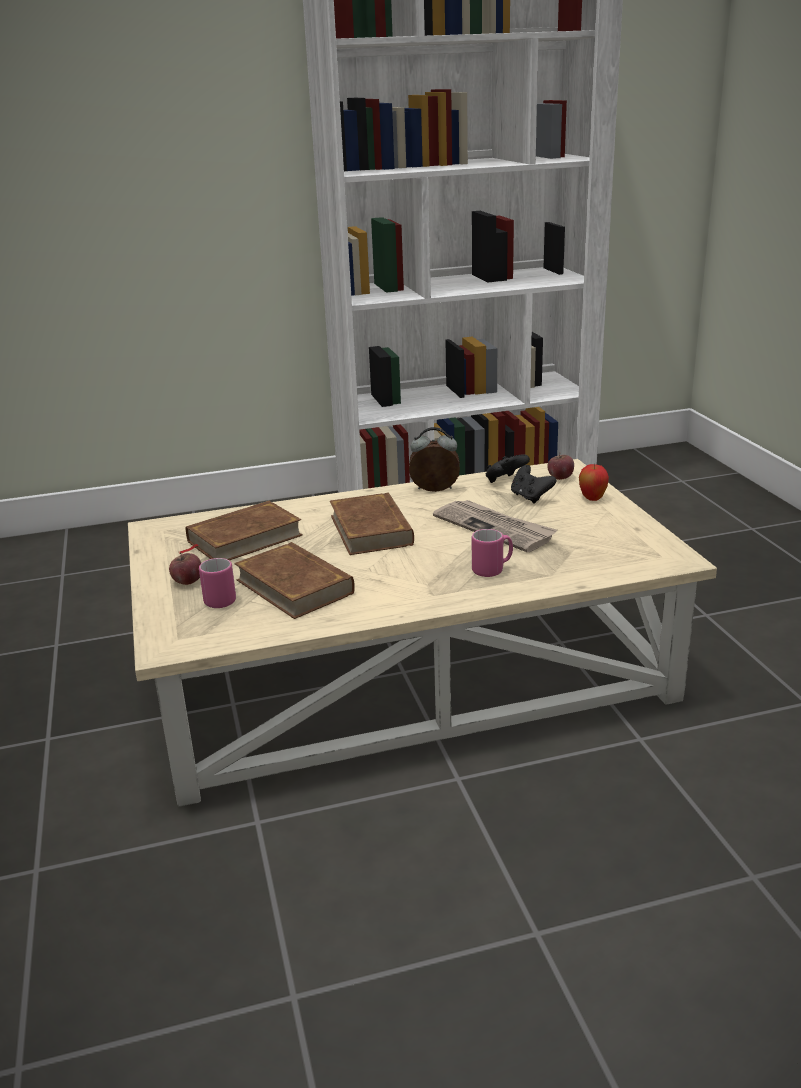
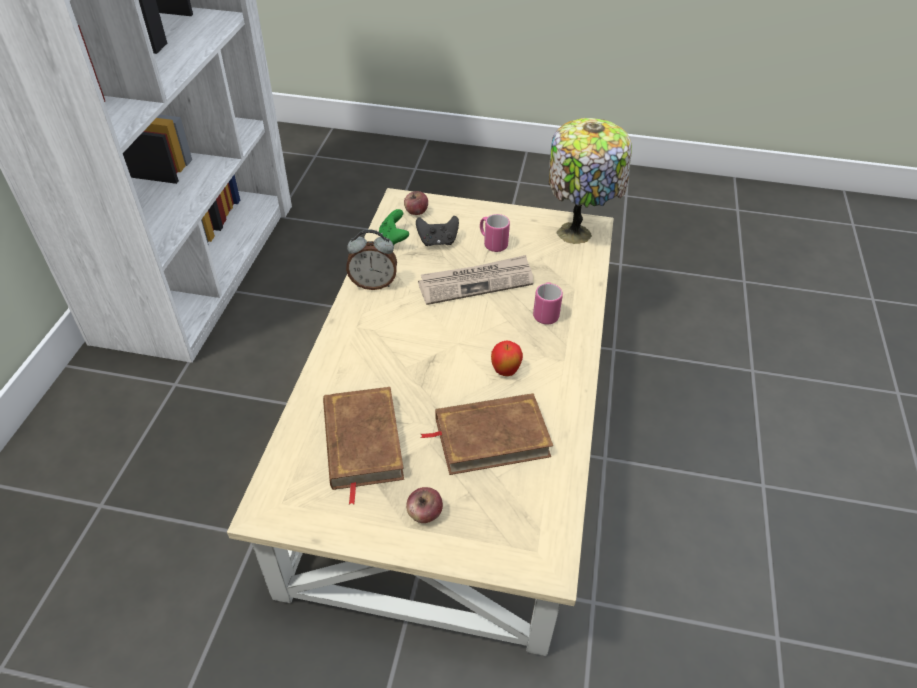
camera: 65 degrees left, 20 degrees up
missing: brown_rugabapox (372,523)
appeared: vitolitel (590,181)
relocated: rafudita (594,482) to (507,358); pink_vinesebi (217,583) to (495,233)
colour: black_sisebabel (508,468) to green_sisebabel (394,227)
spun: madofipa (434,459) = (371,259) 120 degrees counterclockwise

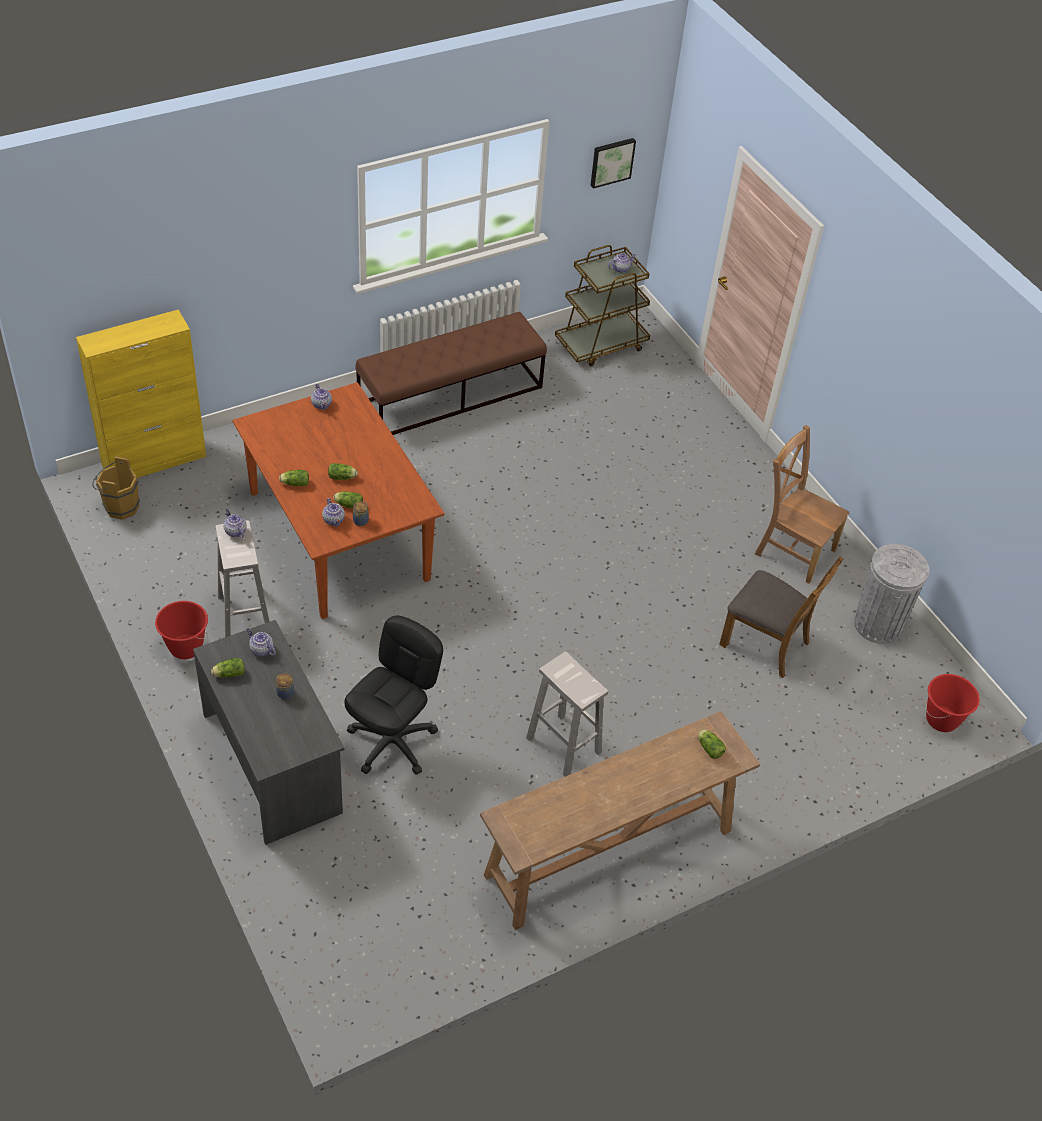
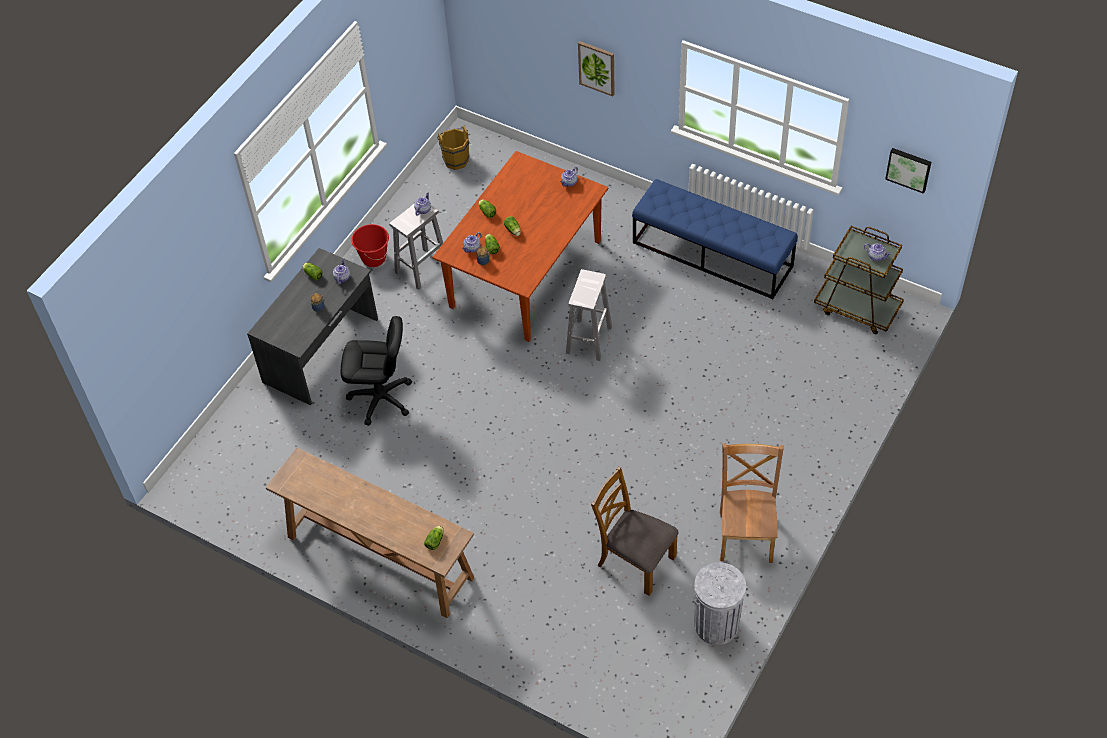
camera: 65 degrees right, 5 degrees up
missing: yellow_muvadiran (141,394); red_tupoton (953,703)
appeared: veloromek (596,69)
relocated: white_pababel (567,714) to (589,315)
colour: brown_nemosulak (451,373) to blue_nemosulak (715,239)
spun: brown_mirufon (781,617) = (635,531) 120 degrees clockwise

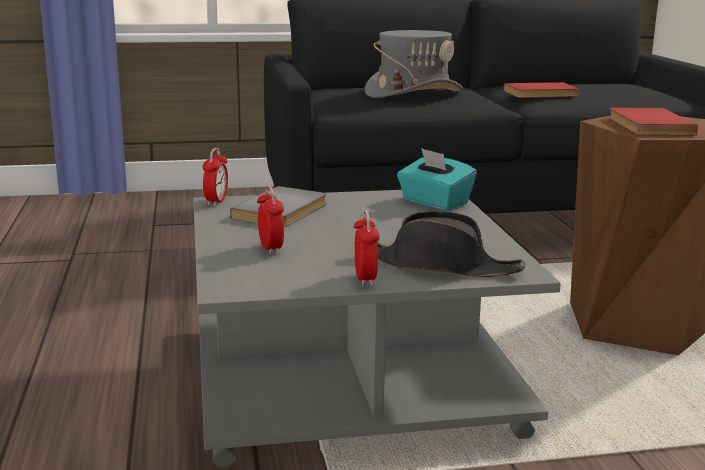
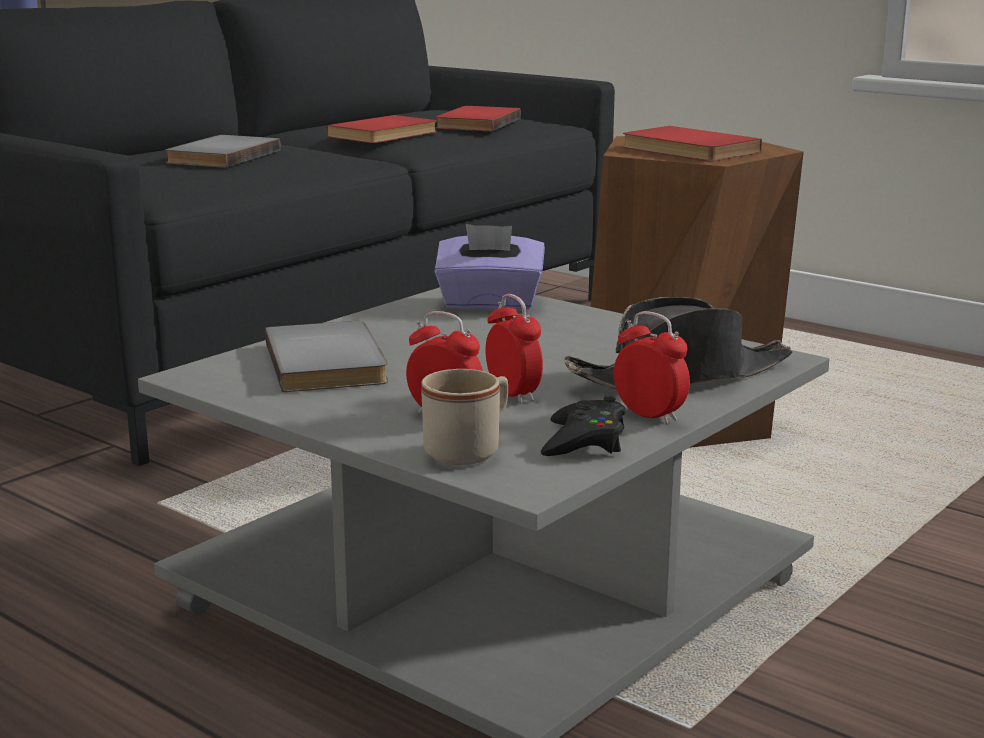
camera: 40 degrees left, 0 degrees up
appeared: red_rugabapox (478,118); beige_vinesebi (464,417); black_sisebabel (583,426)
relocated: madofipa (215,177) to (514,349)
exchanged: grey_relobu (414,64) to grey_rugabapox (223,151)
colour: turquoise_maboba (437,179) to purple_maboba (489,267)

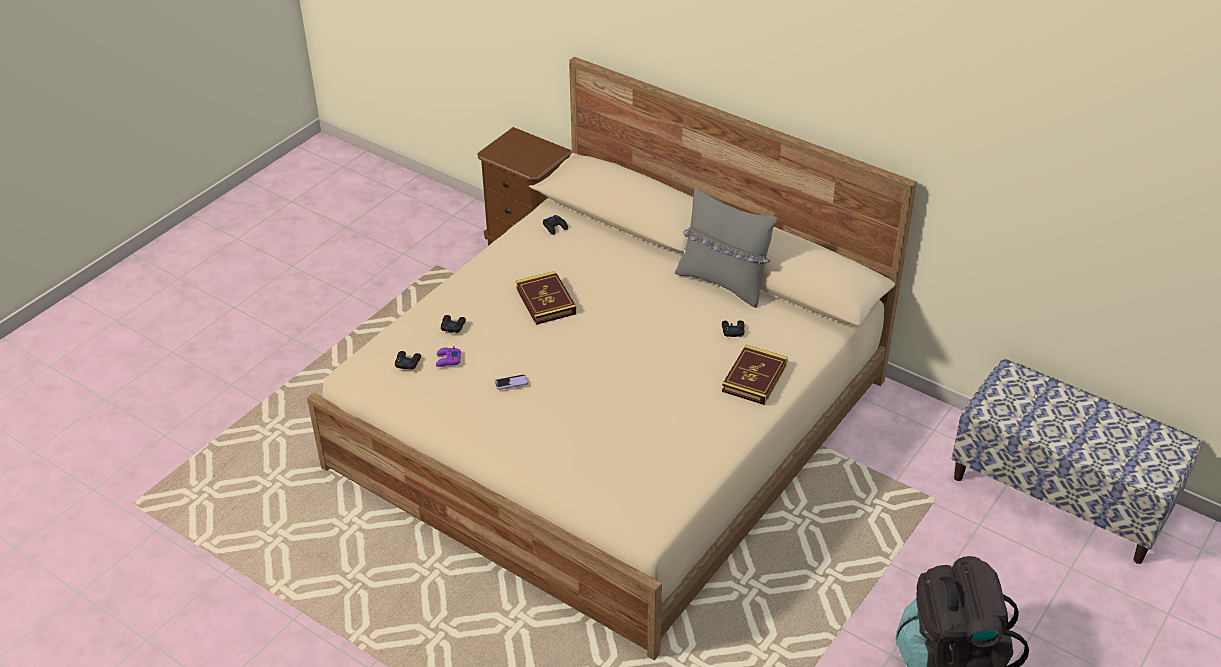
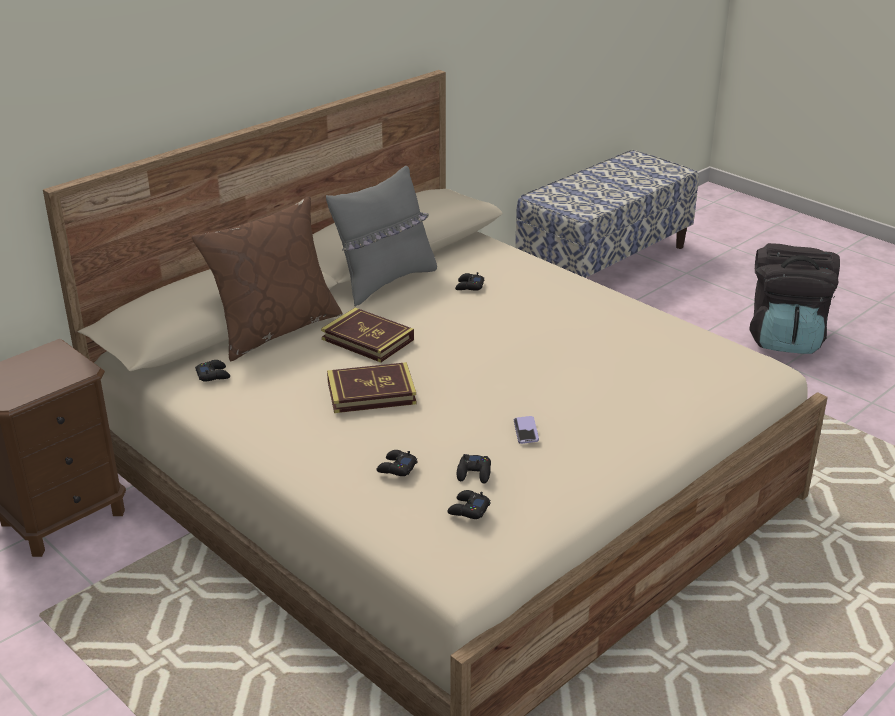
camera: 80 degrees left, 10 degrees down
appeared: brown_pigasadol (267,278)
relocated: rugabapox (755,375) to (367,335)
colour: purple_sisebabel (448,356) to black_sisebabel (473,468)

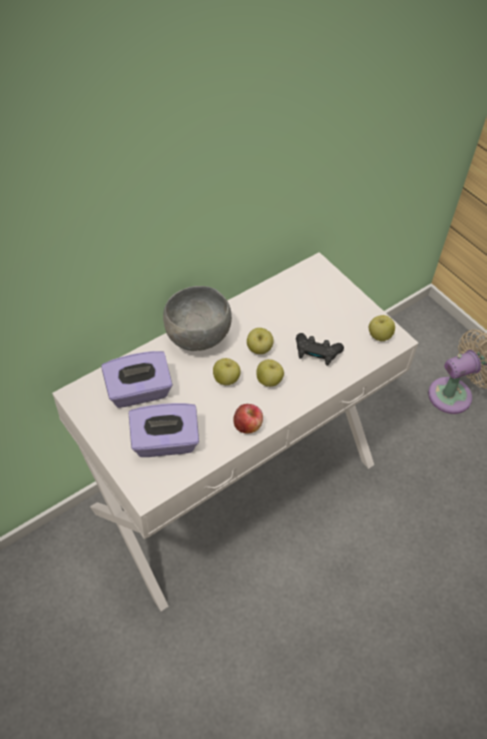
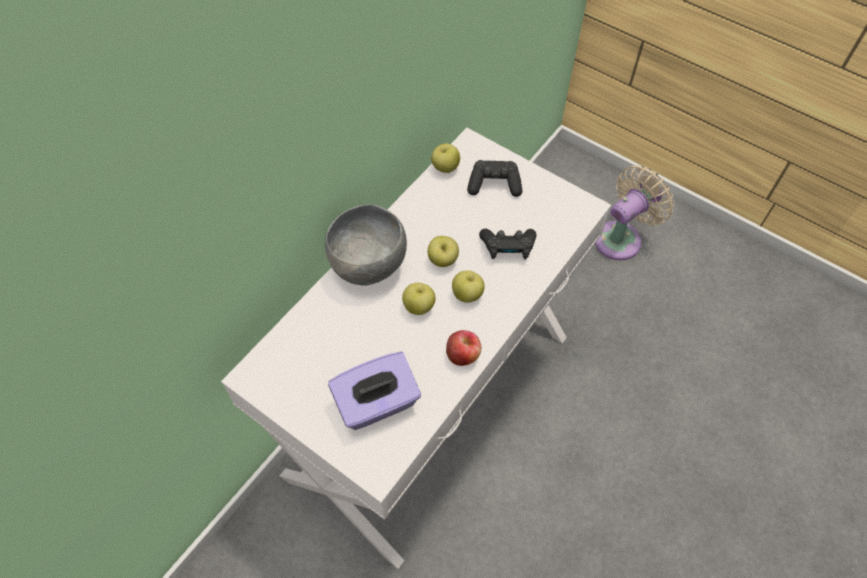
camera: 15 degrees left, 5 degrees up
missing: purple_maboba (136,379)
appeared: black_sisebabel (494,178)
relocated: rafudita (382,328) to (445,158)

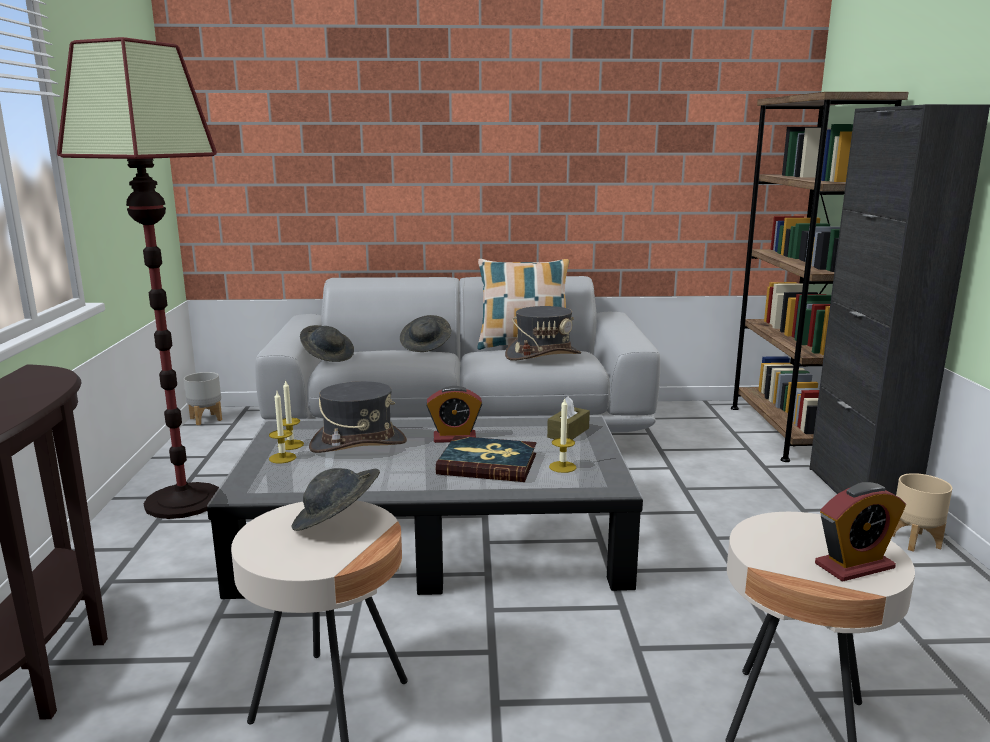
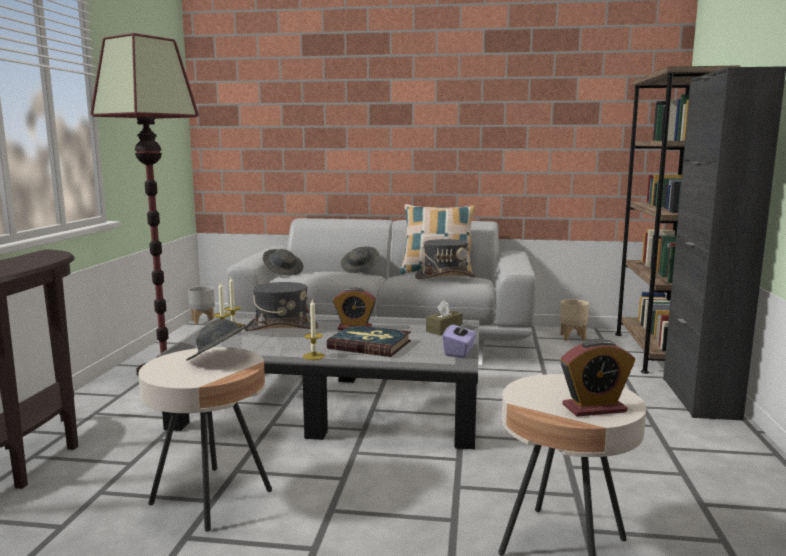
camera: 10 degrees right, 5 degrees down
appeared: purple_maboba (459,338)
relocated: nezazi (562,435) to (314,329); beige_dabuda (922,512) to (574,320)

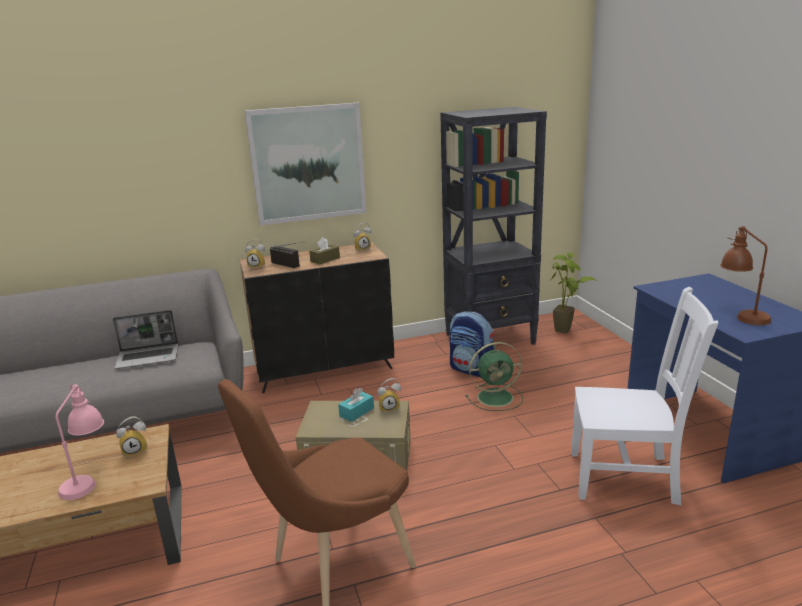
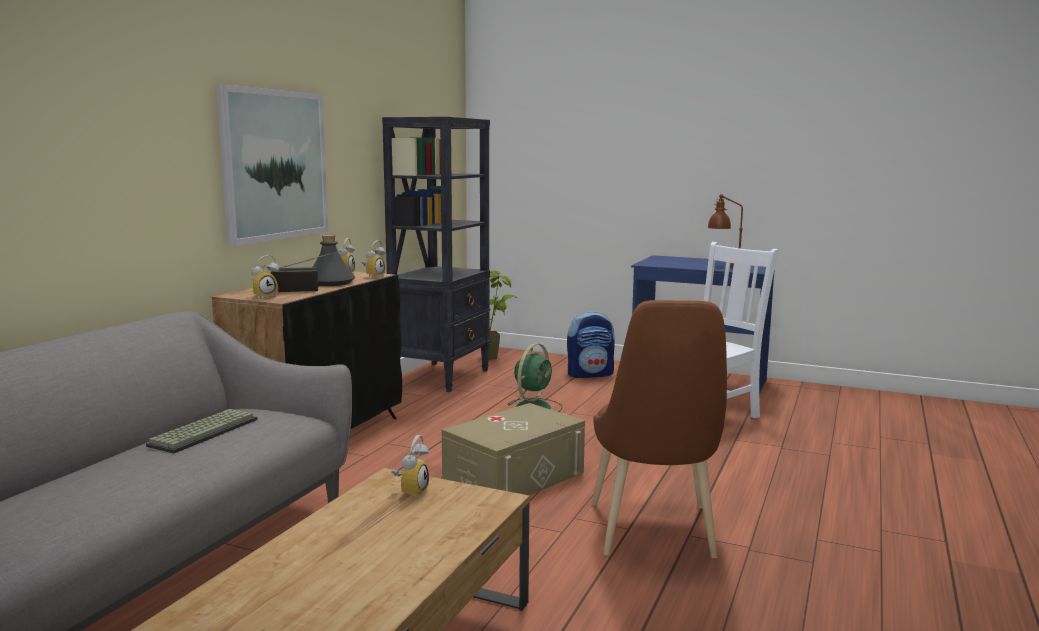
camera: 50 degrees left, 10 degrees down
missing: pink_vitolitel (80,442); turquoise_maboba (356,405)
relocated: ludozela (471,344) to (591,344); madofipa (389,395) to (374,259)
exchanged: brown_maboba (324,251) to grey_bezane (334,260); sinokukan (146,339) to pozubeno (202,431)

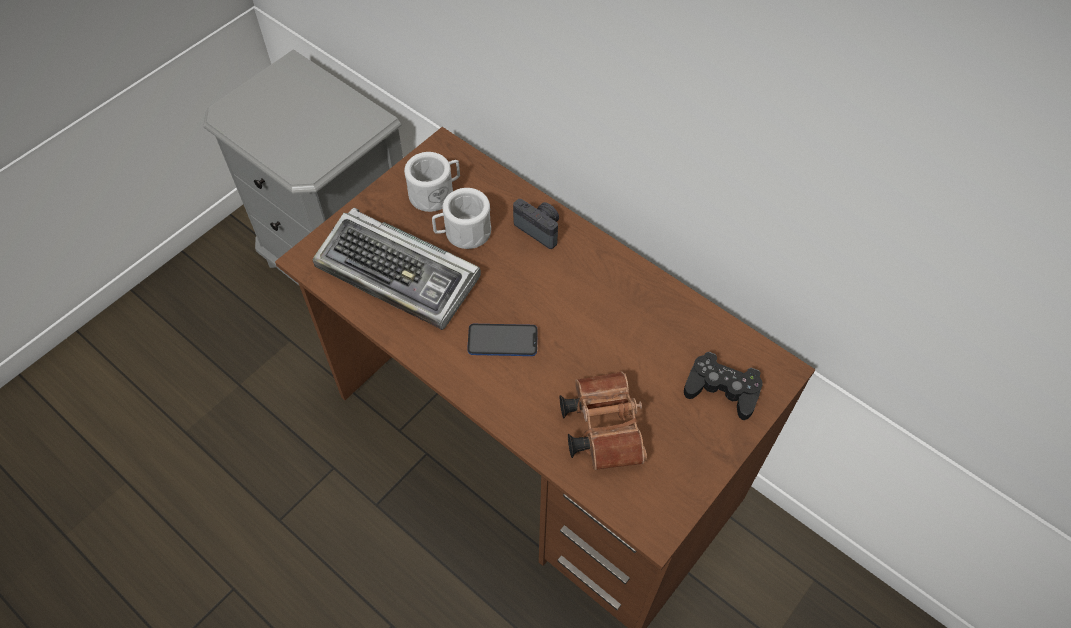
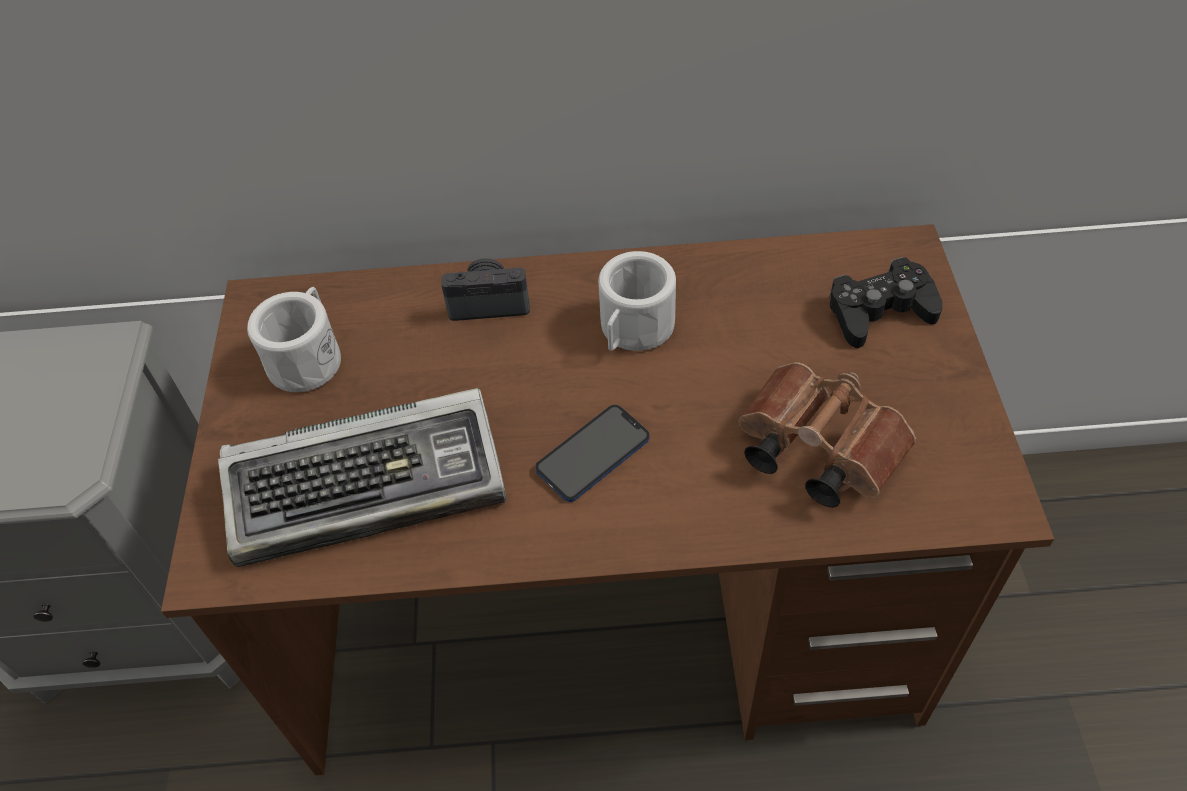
camera: 40 degrees left, 5 degrees down
relocated: white_vinesebi (461,218) to (637,301)

